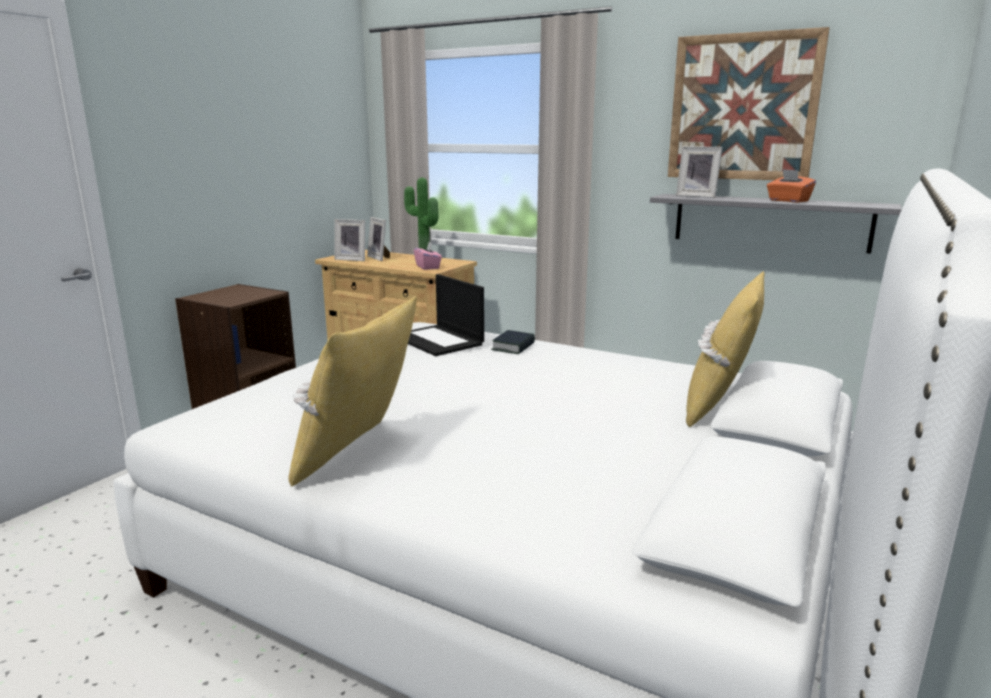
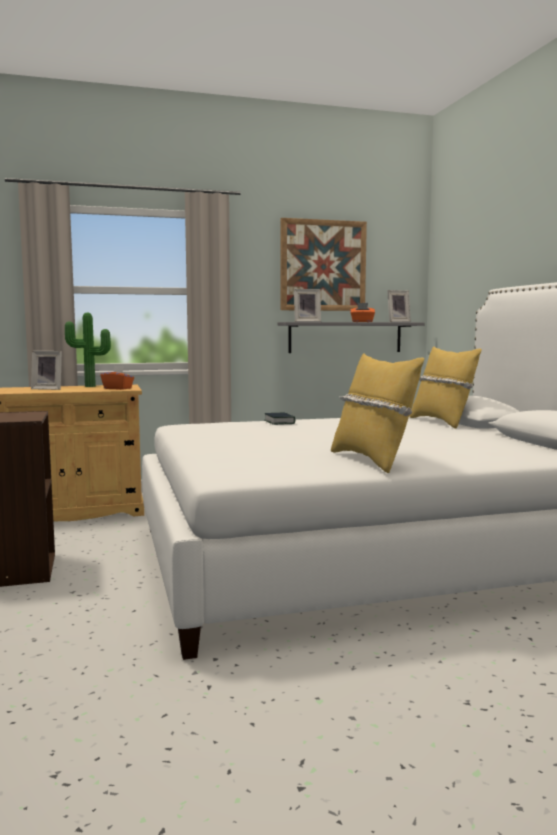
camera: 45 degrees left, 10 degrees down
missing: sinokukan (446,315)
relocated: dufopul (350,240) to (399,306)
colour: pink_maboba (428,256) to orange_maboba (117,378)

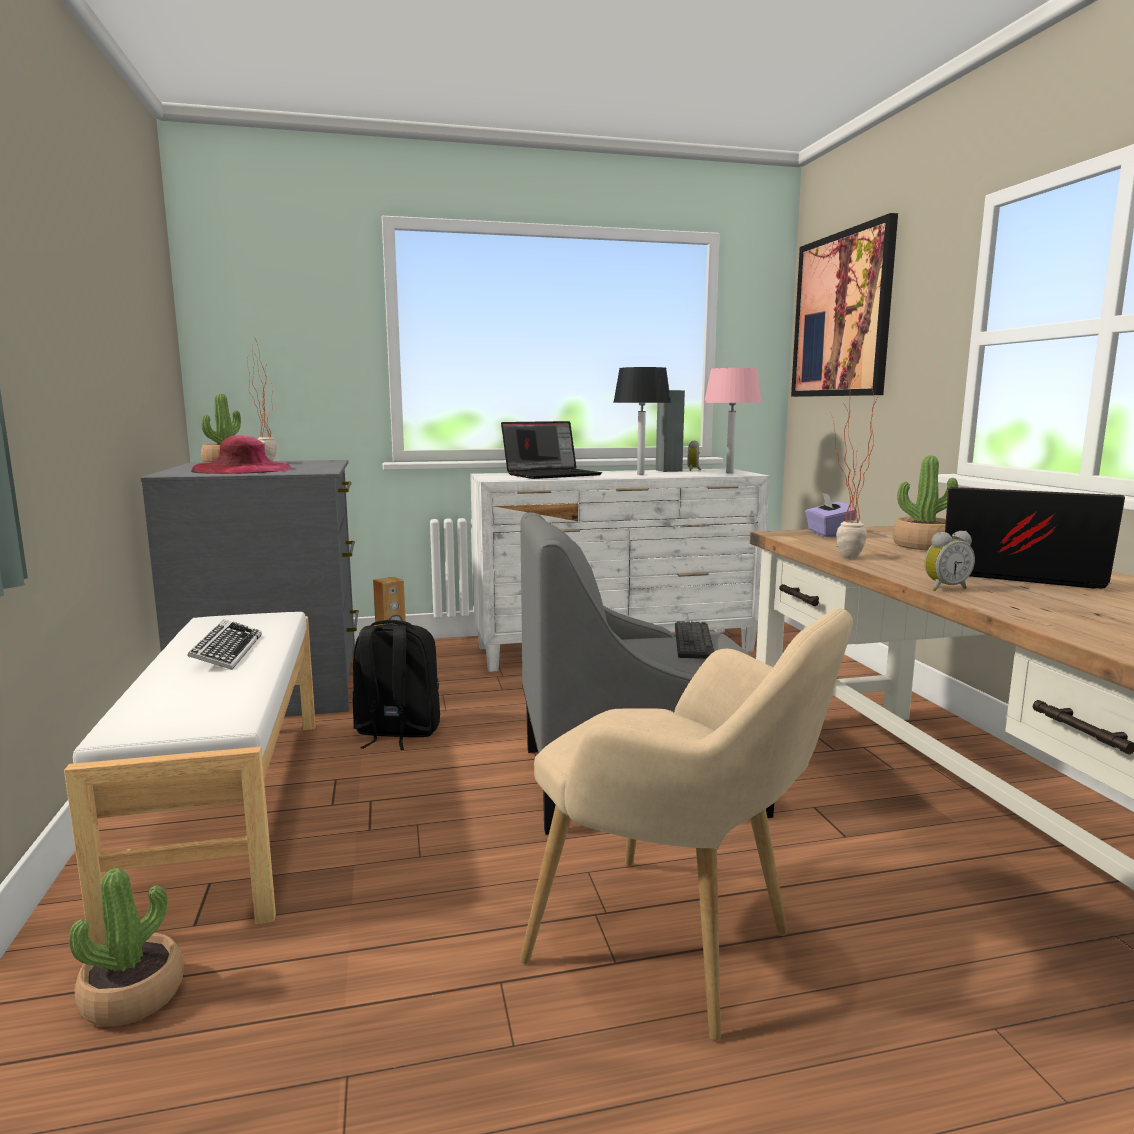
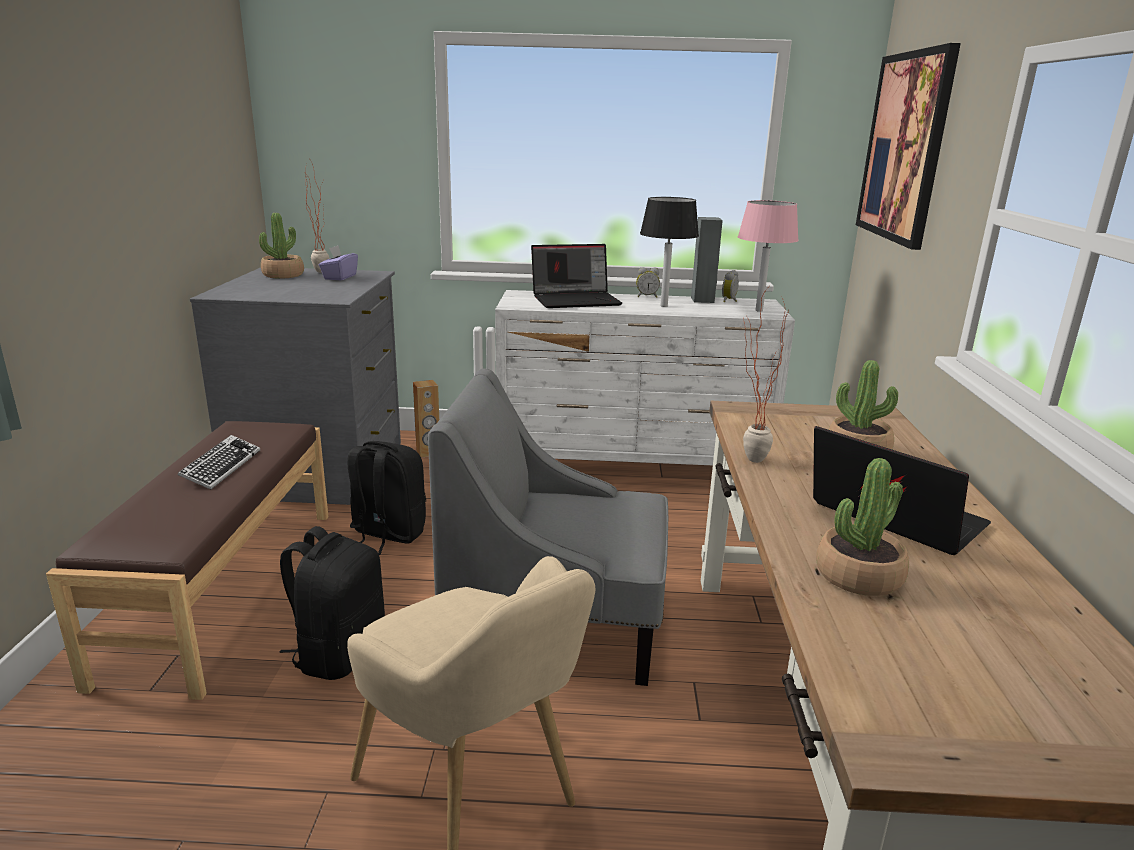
camera: 15 degrees right, 10 degrees up
missing: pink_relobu (241,454); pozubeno (694,640)
appeared: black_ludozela (332,603)
relocated: purple_maboba (831,514) to (338,262); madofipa (949,561) to (648,282); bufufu (126,947) to (862,527)
colour: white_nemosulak (190,778) to brown_nemosulak (187,560)

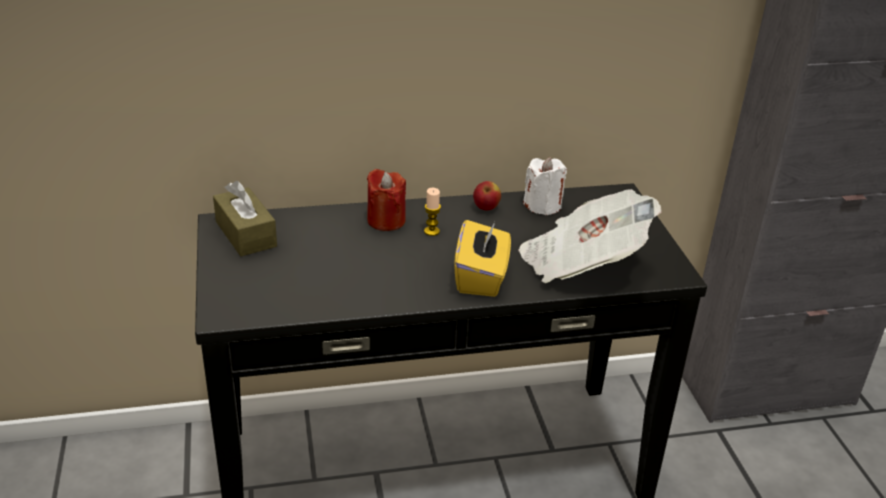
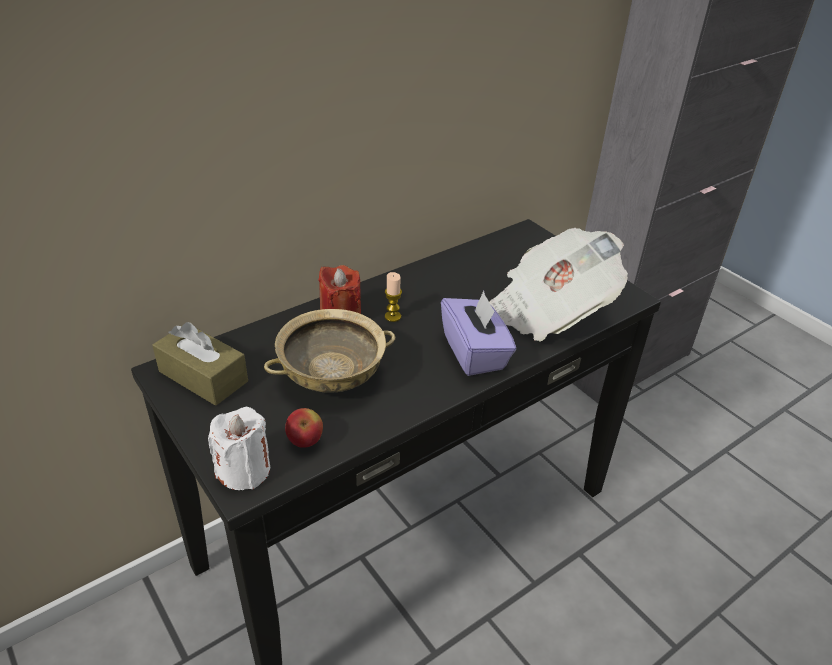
camera: 25 degrees left, 5 degrees up
appeared: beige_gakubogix (329,351)
relocated: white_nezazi (545,186) to (239,448); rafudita (487,195) to (304,428)
colour: yellow_maboba (482,258) to purple_maboba (478,333)

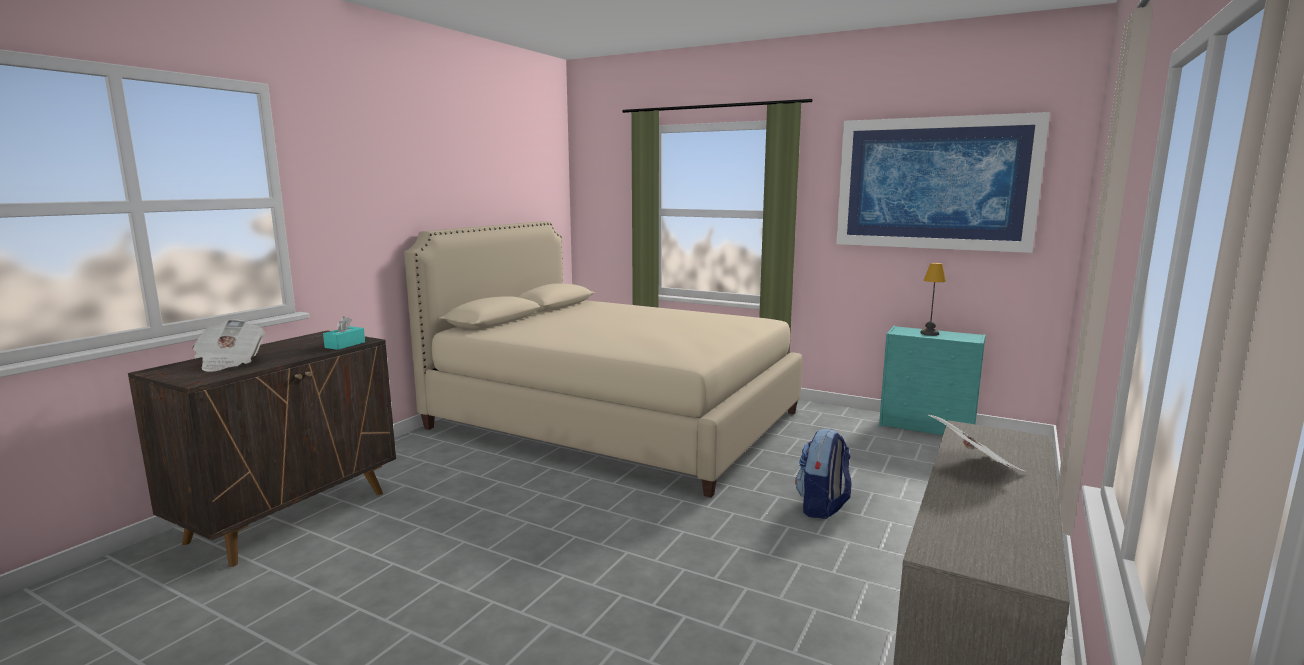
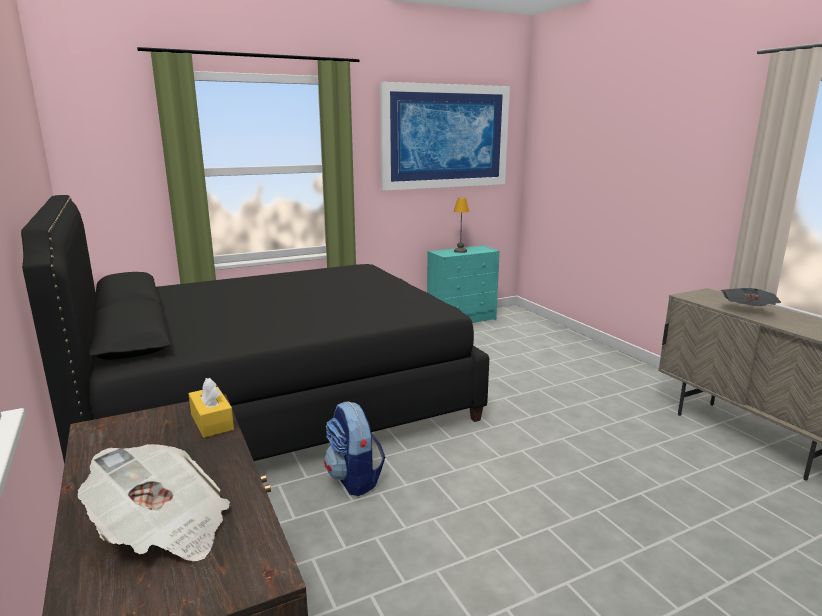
camera: 55 degrees left, 5 degrees up
relocated: ludozela (823,473) to (354,448)
colour: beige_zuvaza (603,359) to black_zuvaza (255,329); turquoise_maboba (344,333) to yellow_maboba (211,408)

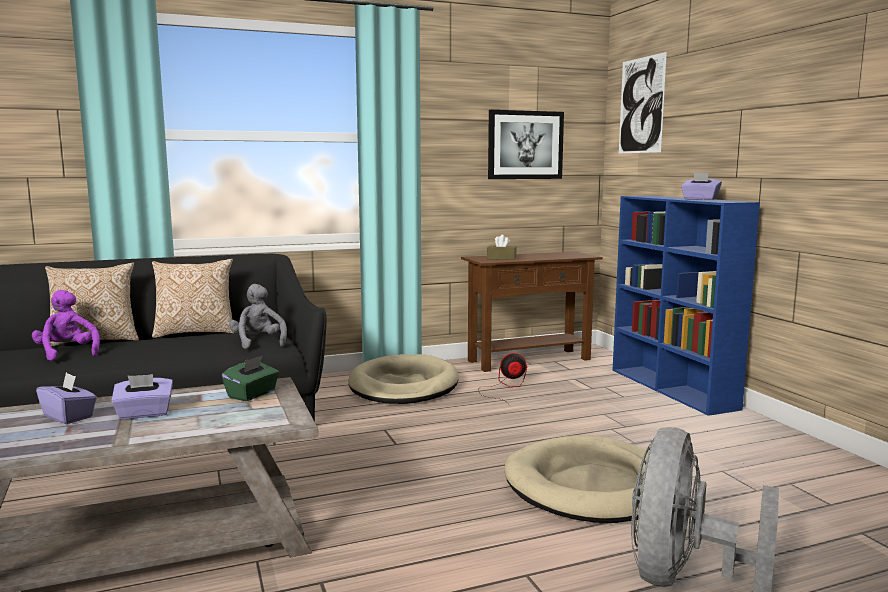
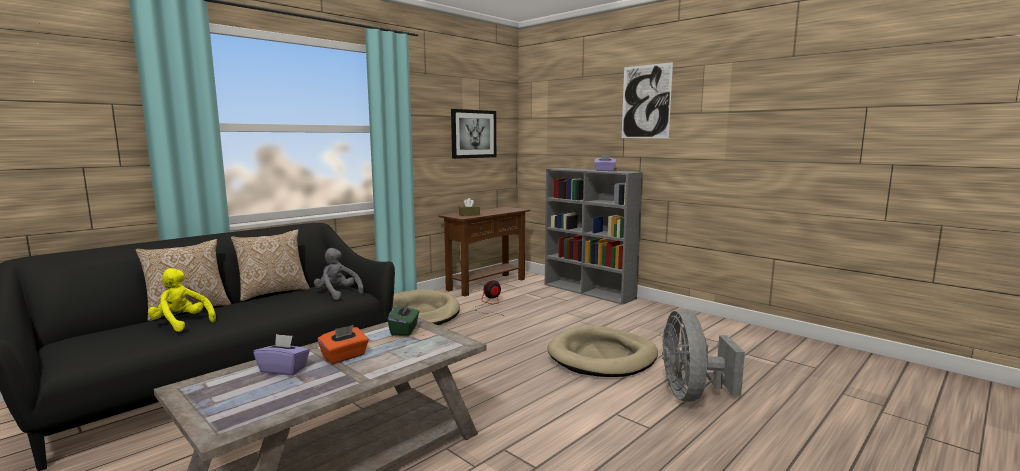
camera: 25 degrees left, 0 degrees up
relocated: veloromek (643,103) to (647,100)
colour: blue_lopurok (686,306) to grey_lopurok (594,236); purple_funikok (66,325) to yellow_funikok (182,300); purple_maboba (142,396) to orange_maboba (343,344)

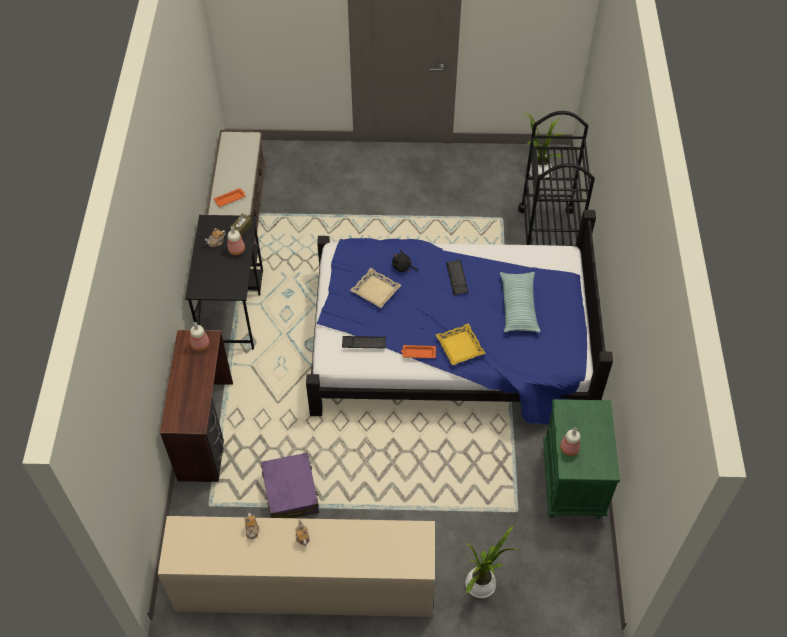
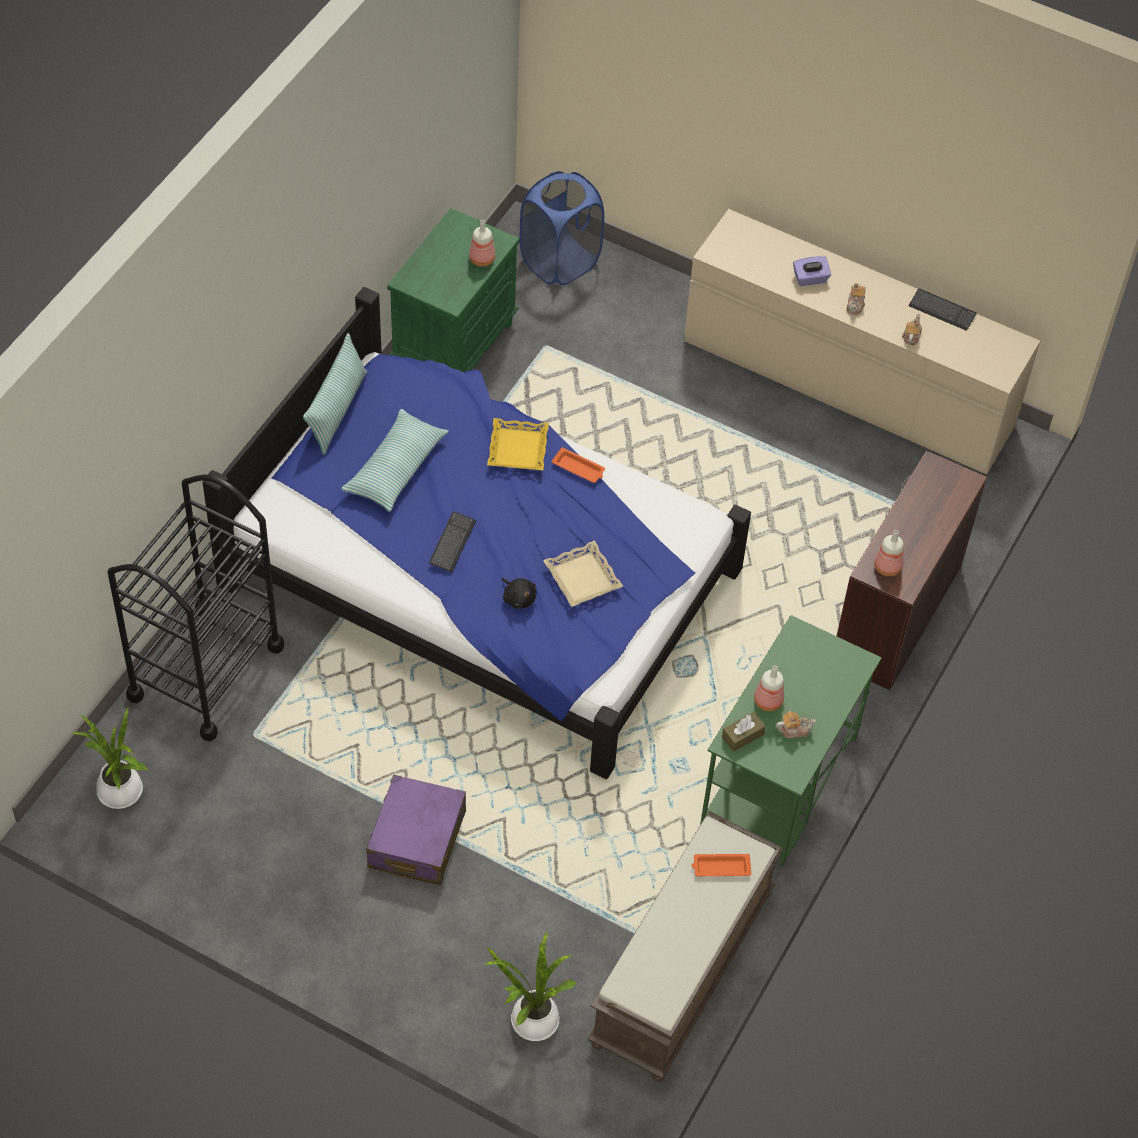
camera: 155 degrees left, 0 degrees up
appeared: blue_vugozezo (562,228); purple_maboba (812,271); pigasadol (335,394)
relocated: pozubeno (364,342) to (943,309); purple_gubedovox (290,485) to (416,830); bufufu (493,562) to (529,985)
colour: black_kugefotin (224,282) to green_kugefotin (791,741)

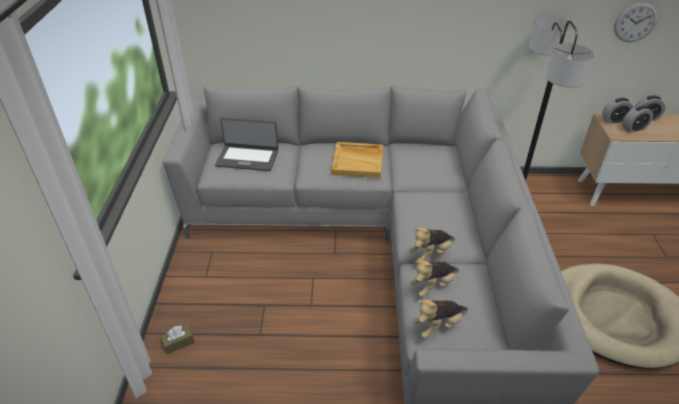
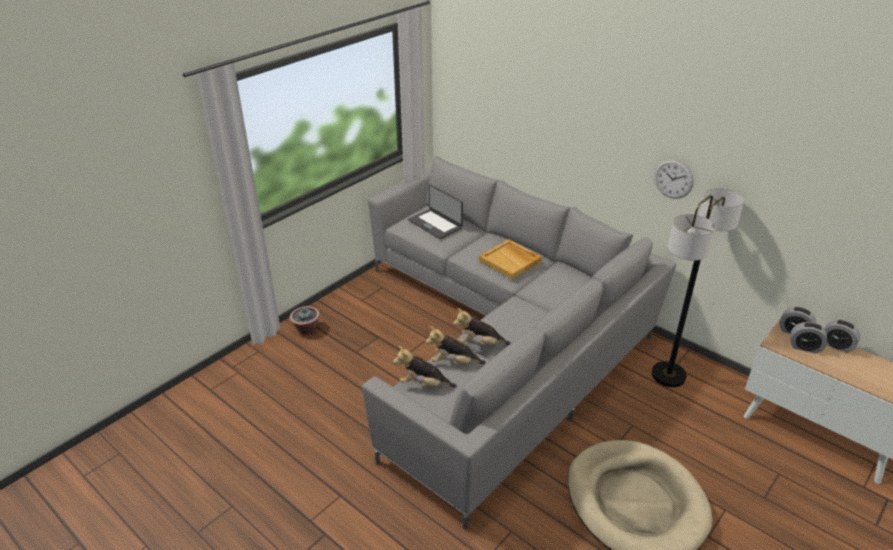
camera: 40 degrees right, 5 degrees down
relocated: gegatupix (636,22) to (674,179)
exchanged: brown_maboba (177,339) to bufufu (305,320)

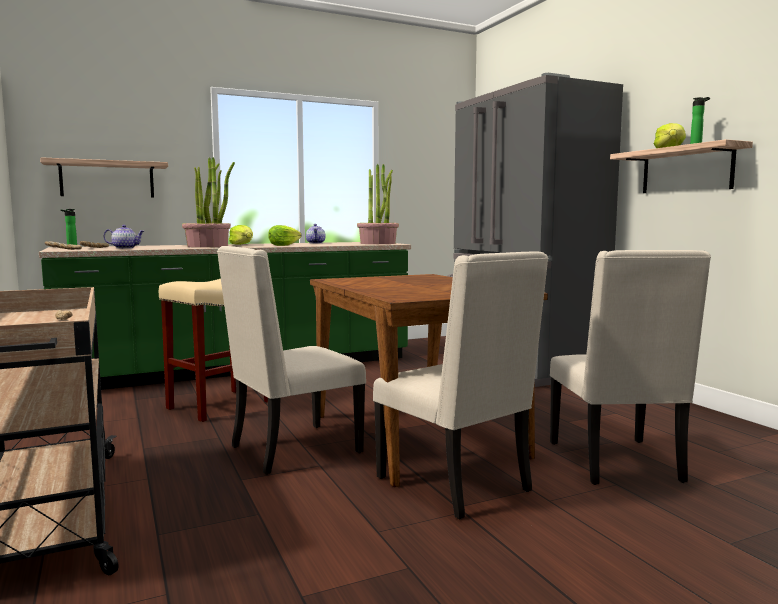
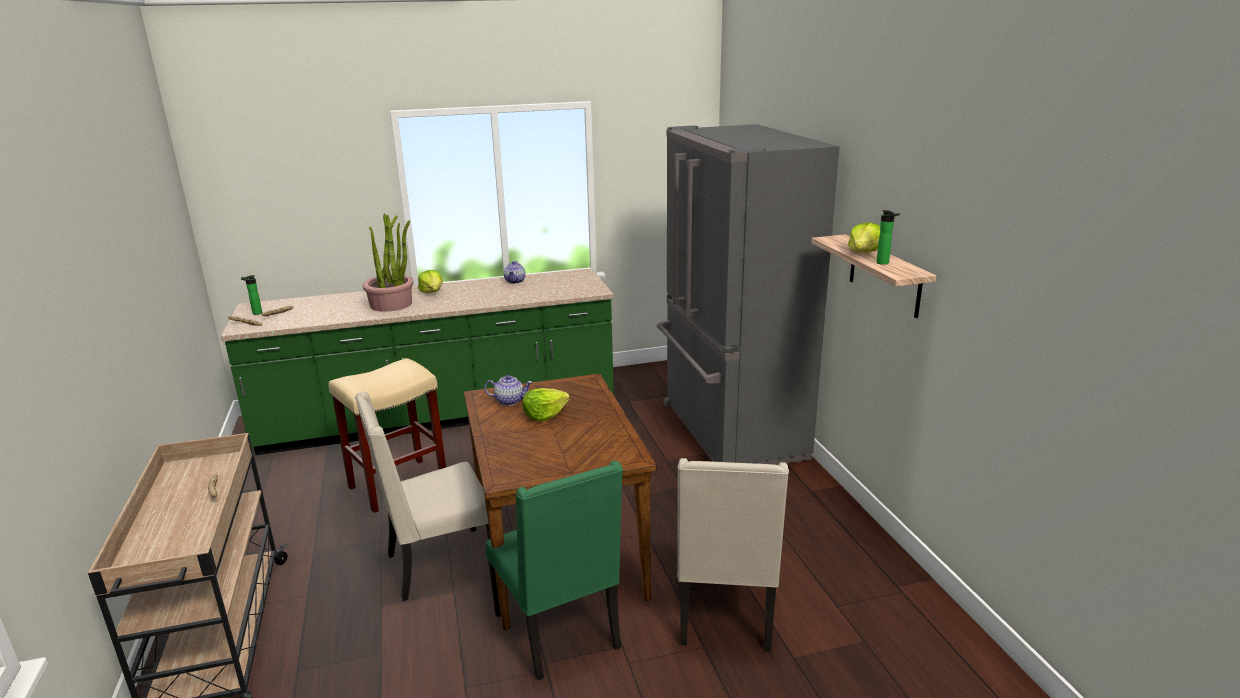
camera: 10 degrees right, 15 degrees up
missing: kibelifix (104,177); bufufu (378,204)
relocated: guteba (124,237) to (508,390); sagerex (285,235) to (546,405)
colour: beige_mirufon (460,385) to green_mirufon (554,570)

